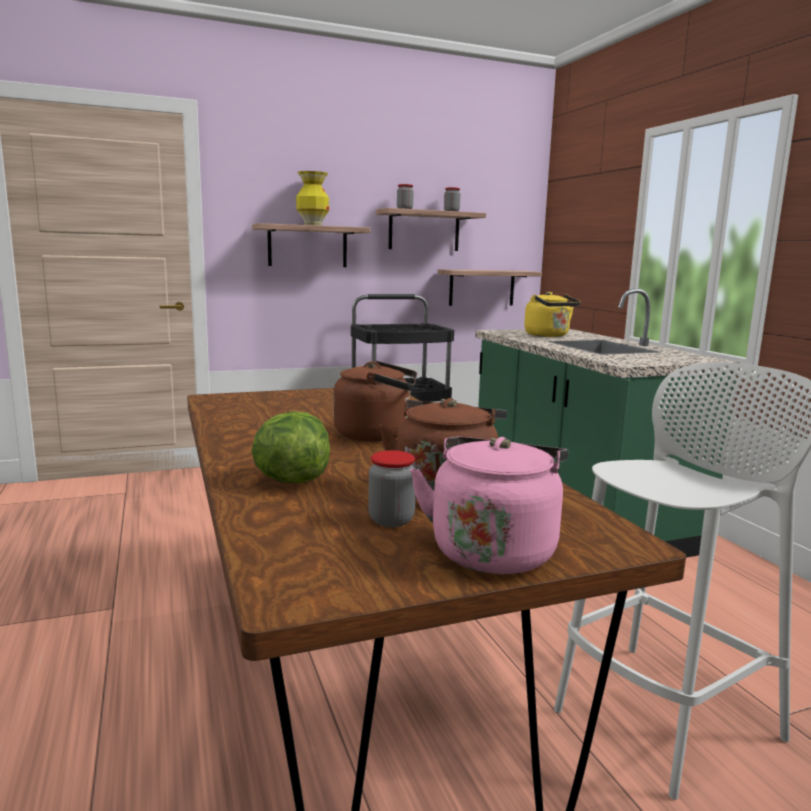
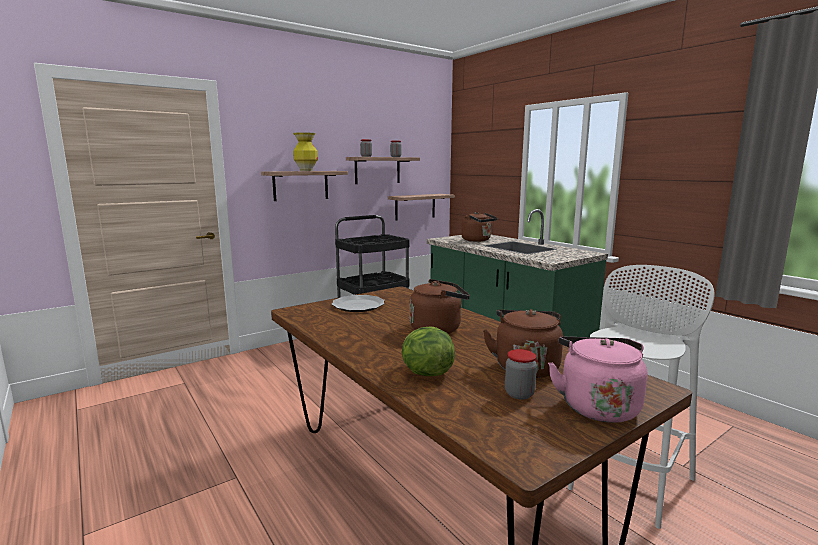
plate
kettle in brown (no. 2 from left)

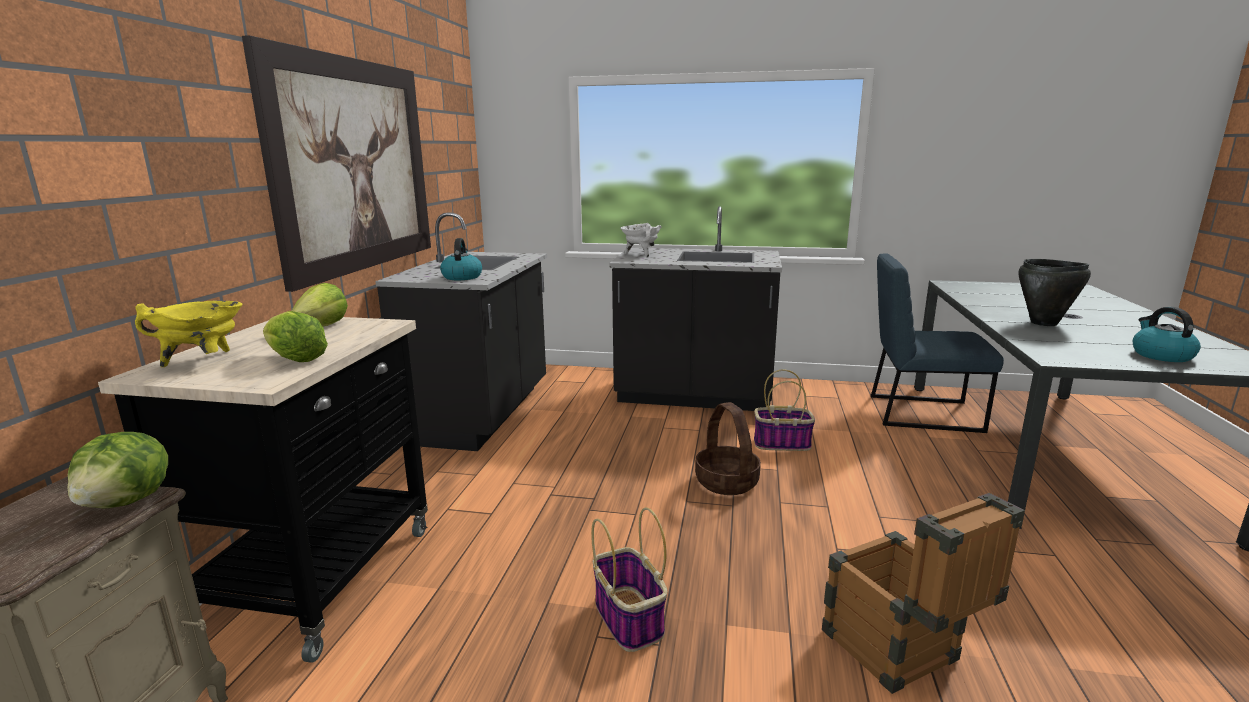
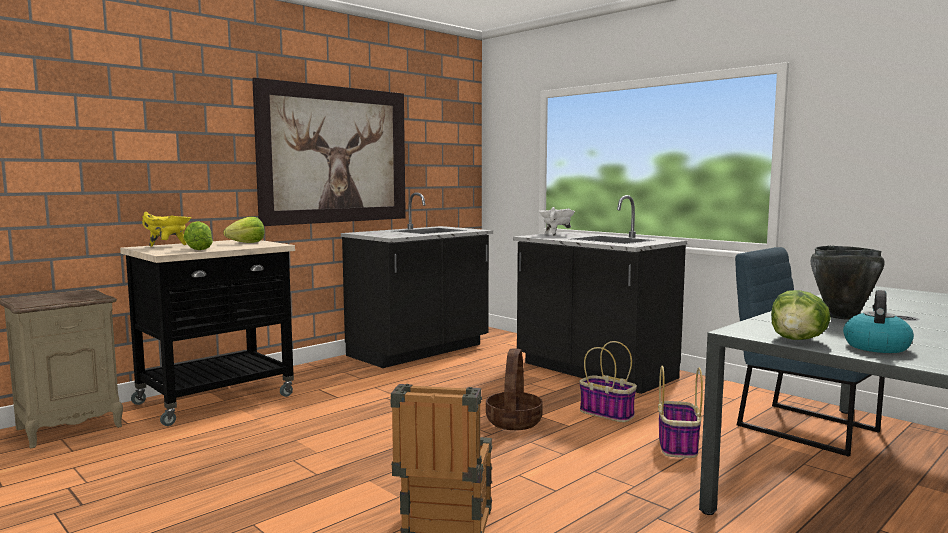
basket (no. 3 from left)
lettuce (no. 3 from left)
kettle (no. 1 from left in the first image)

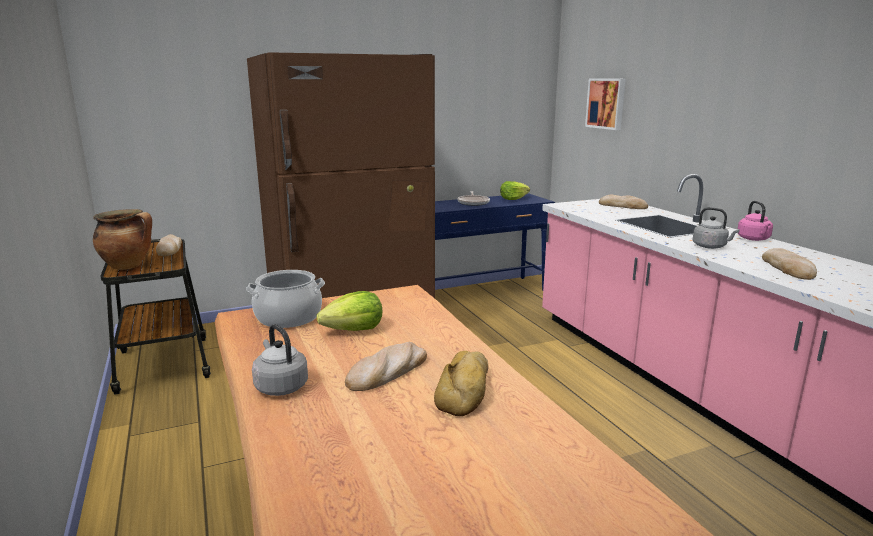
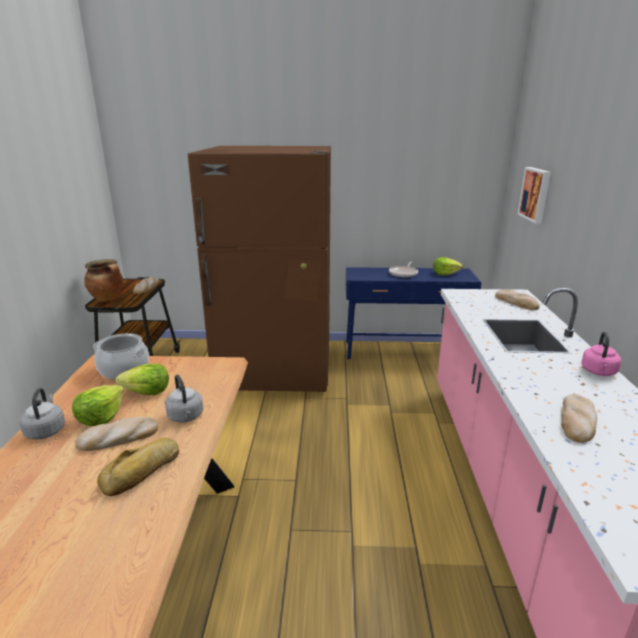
lettuce (no. 1 from left)
kettle in grey (no. 2 from left)

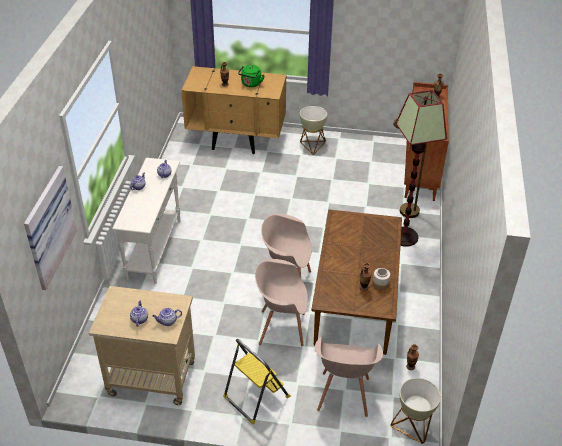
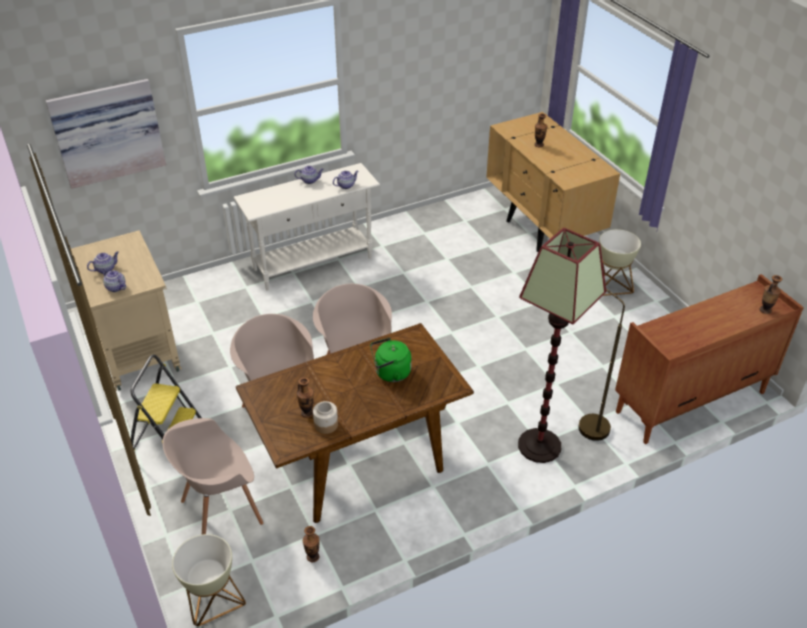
kettle in green

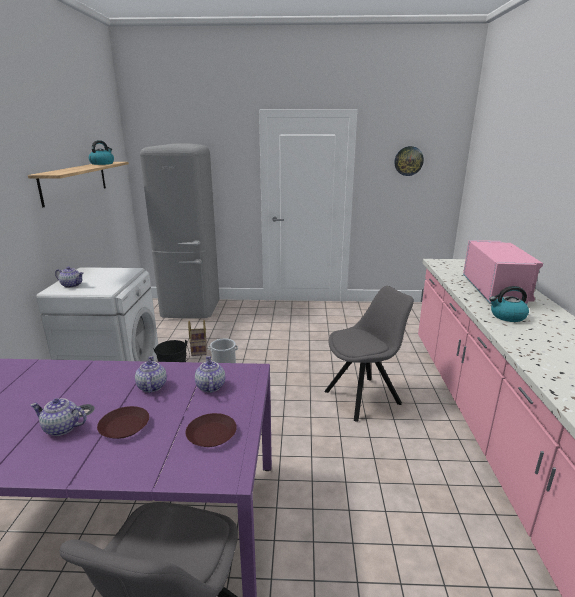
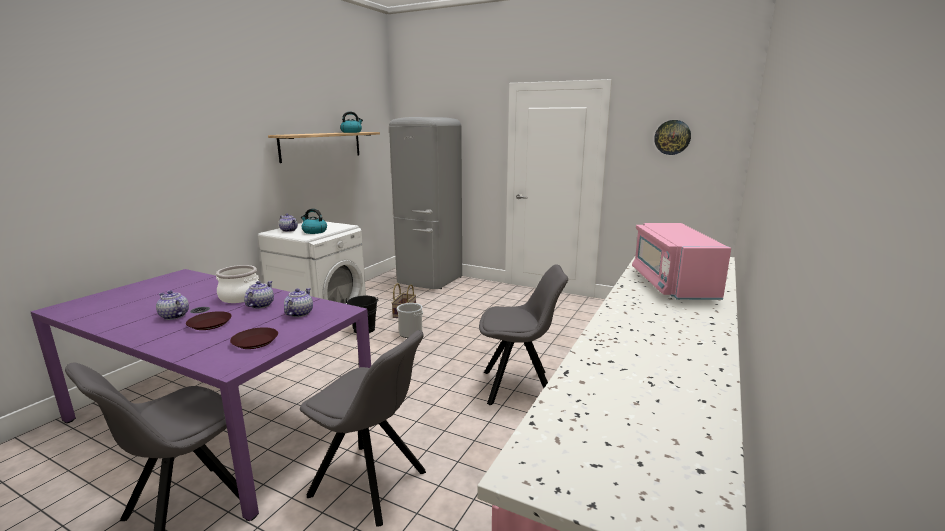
cooking pot
chair in grey (no. 2 from left)
kettle (no. 1 from left)
microwave in pink

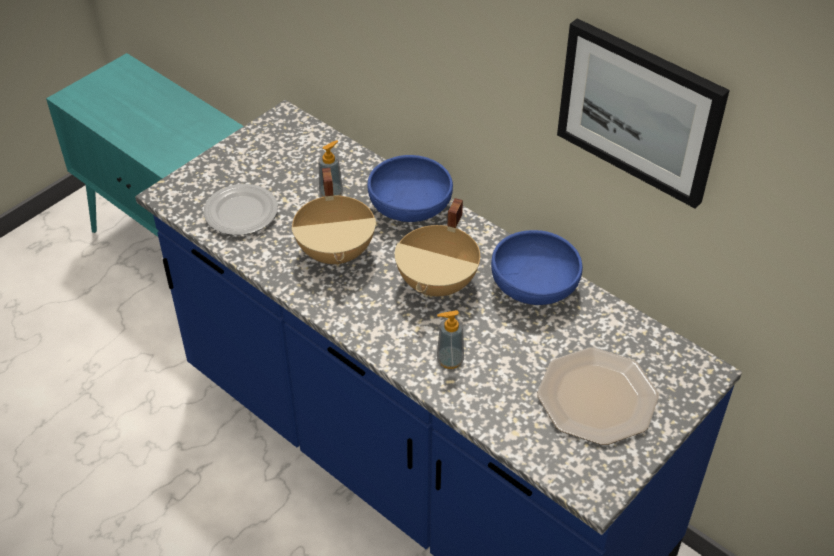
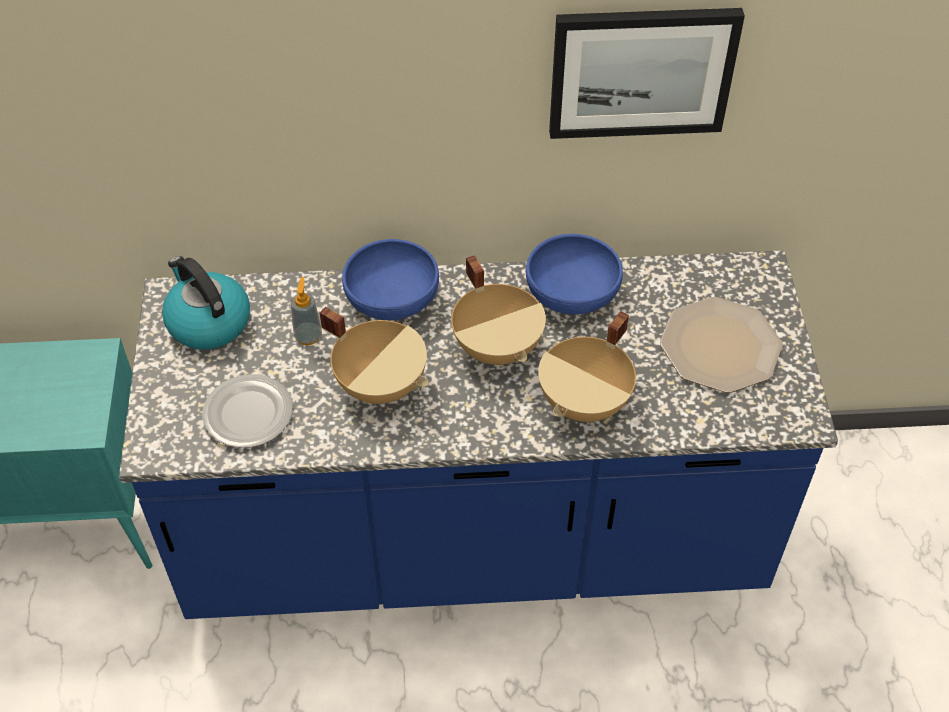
kettle
cooking pot in beige (no. 3 from left)

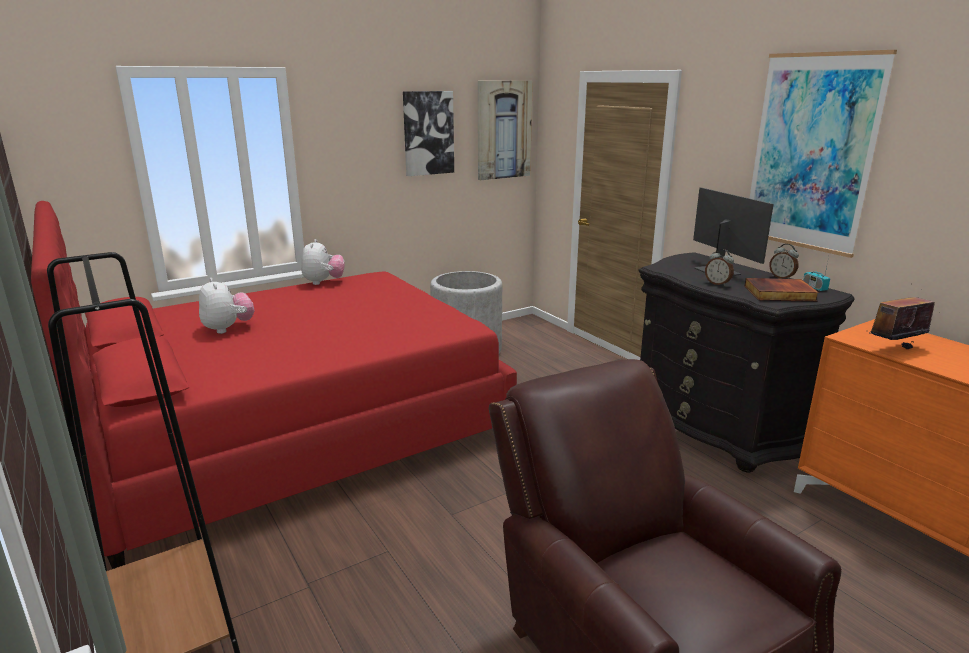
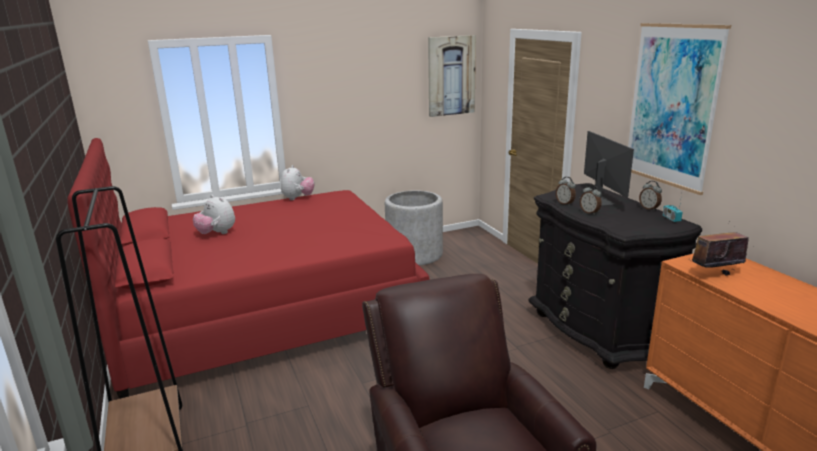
plush toy (no. 1 from left)
alarm clock (no. 1 from left)
picture (no. 1 from left in the first image)
book

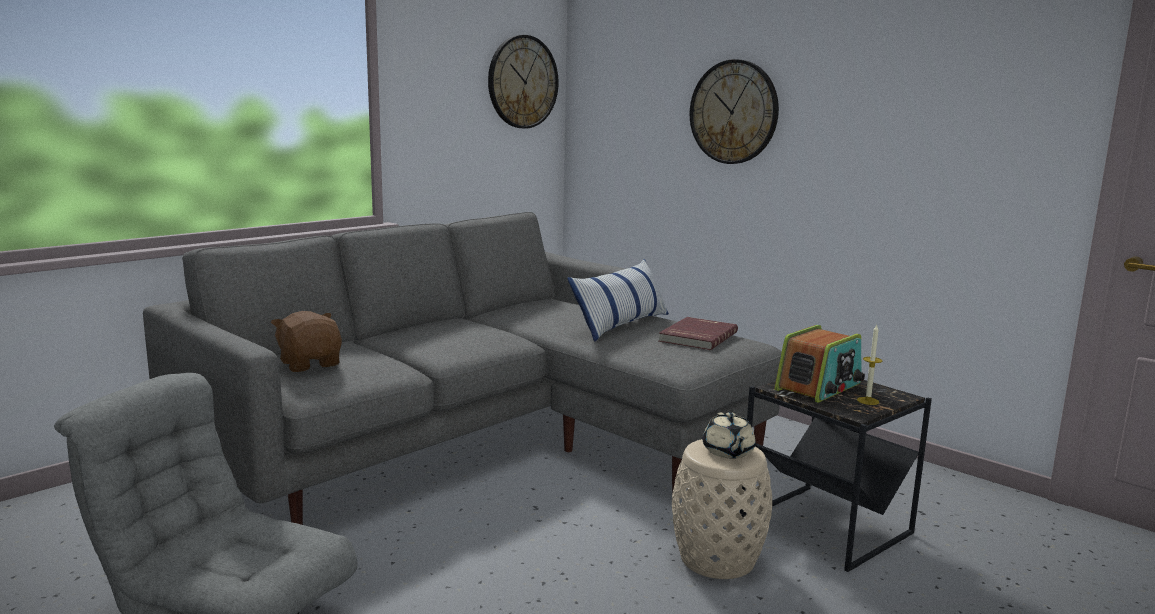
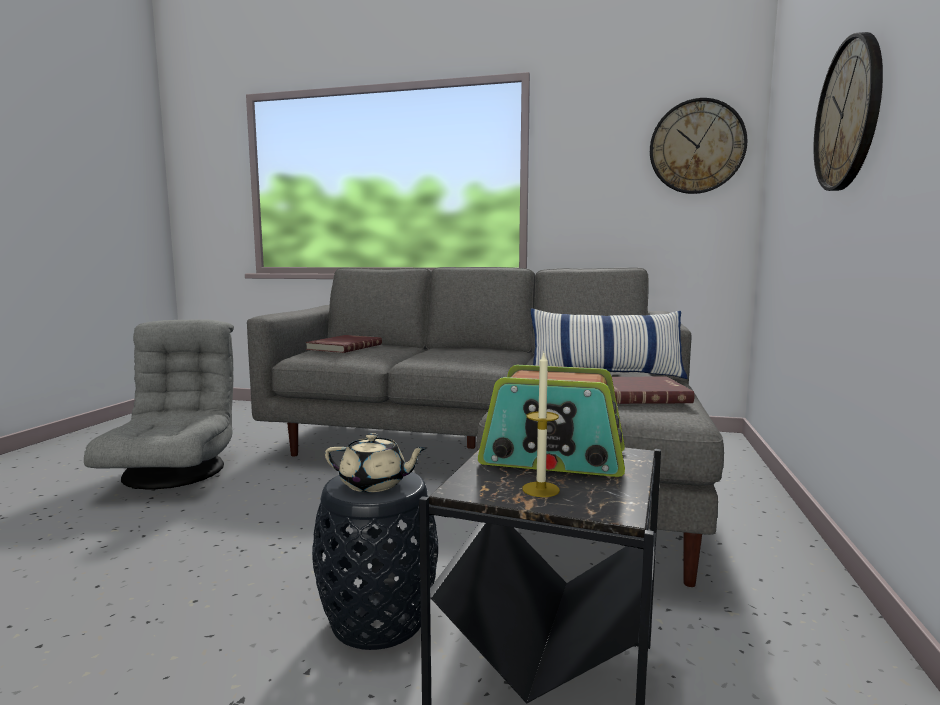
book in red (no. 1 from left)
stool in black
teapot in beige

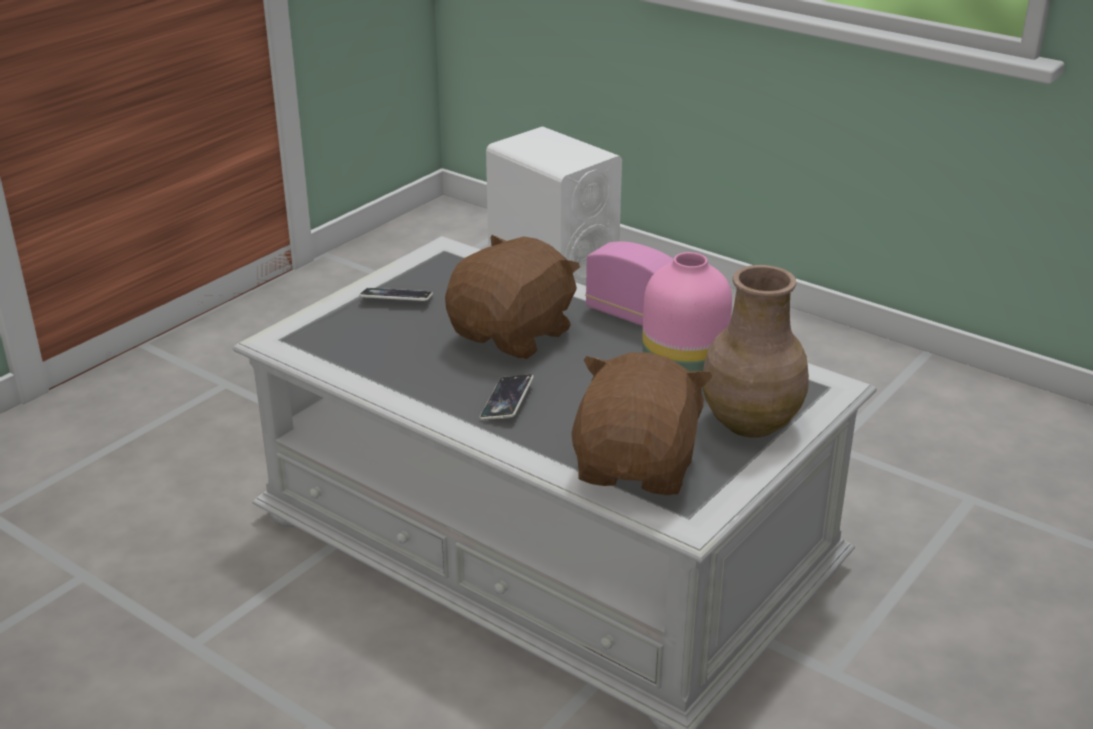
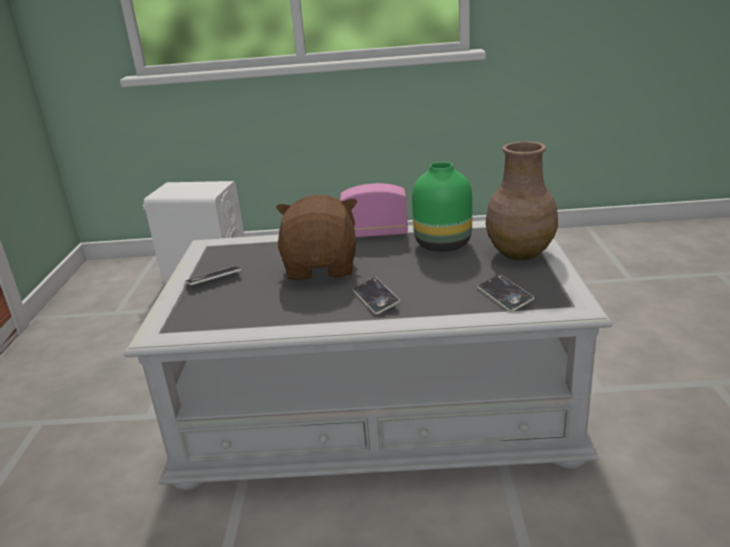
vase in green
phone (no. 3 from left)

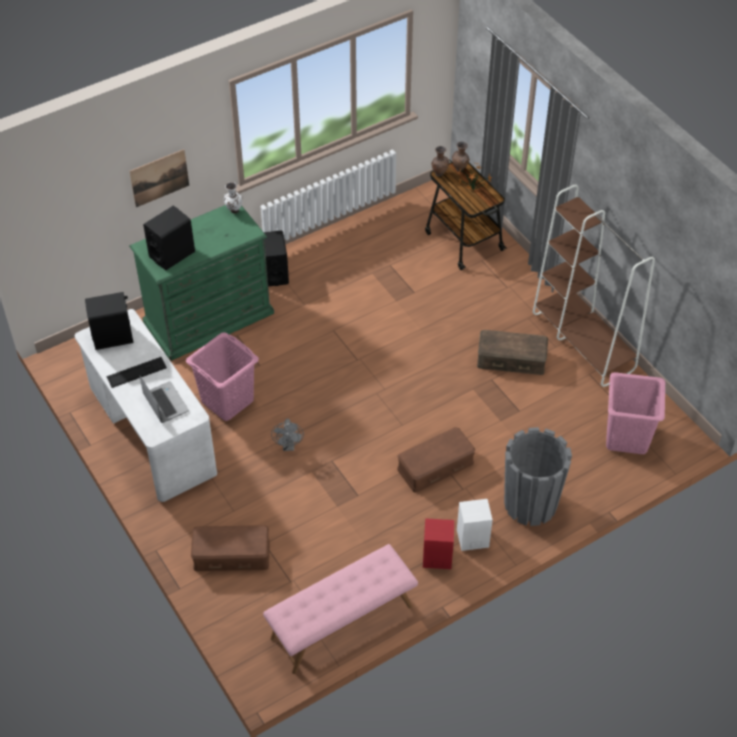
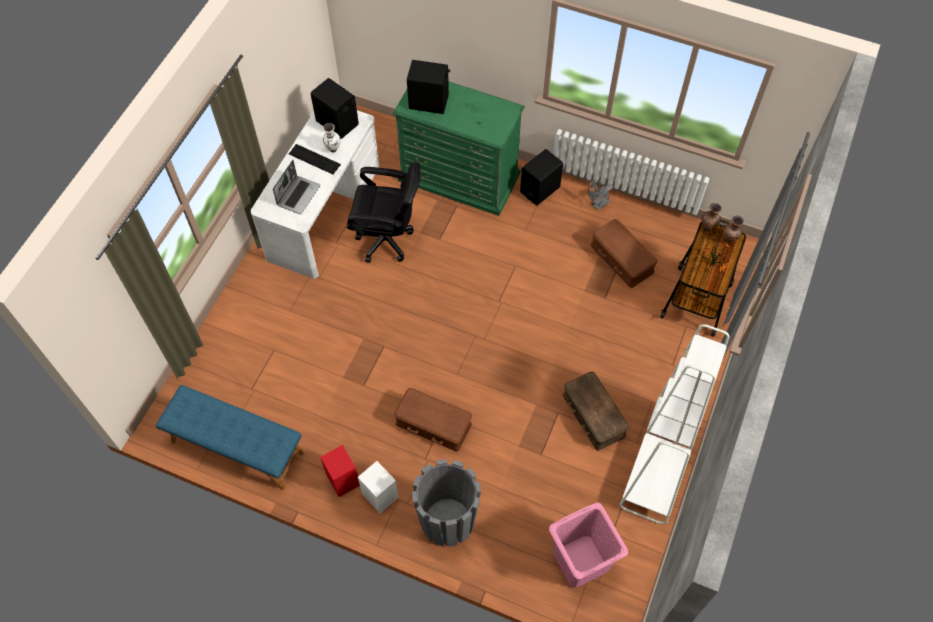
bench in blue
vase in white
office chair in black
fan in grey
storage box in brown (no. 3 from left)
clothes rack in white
picture

